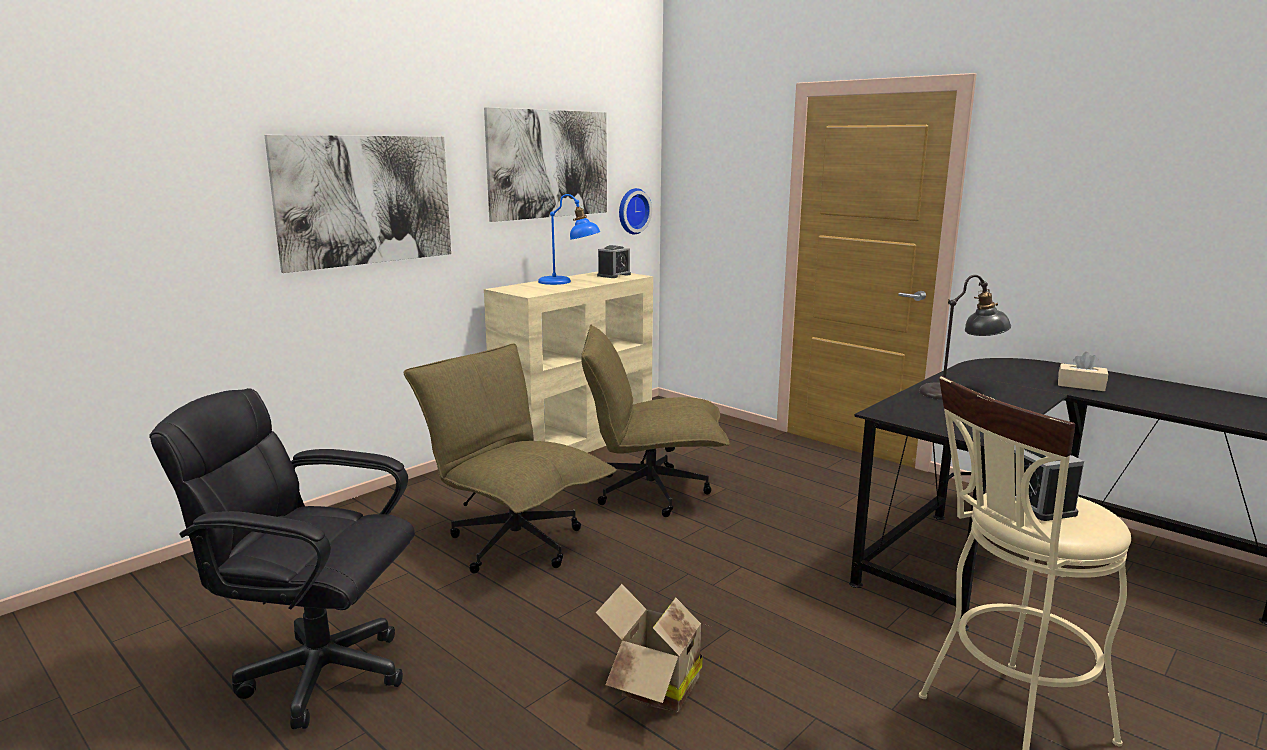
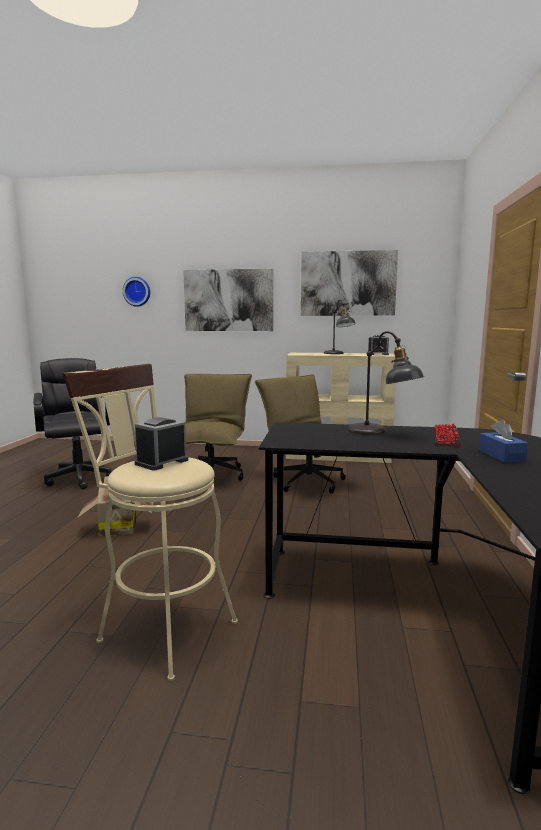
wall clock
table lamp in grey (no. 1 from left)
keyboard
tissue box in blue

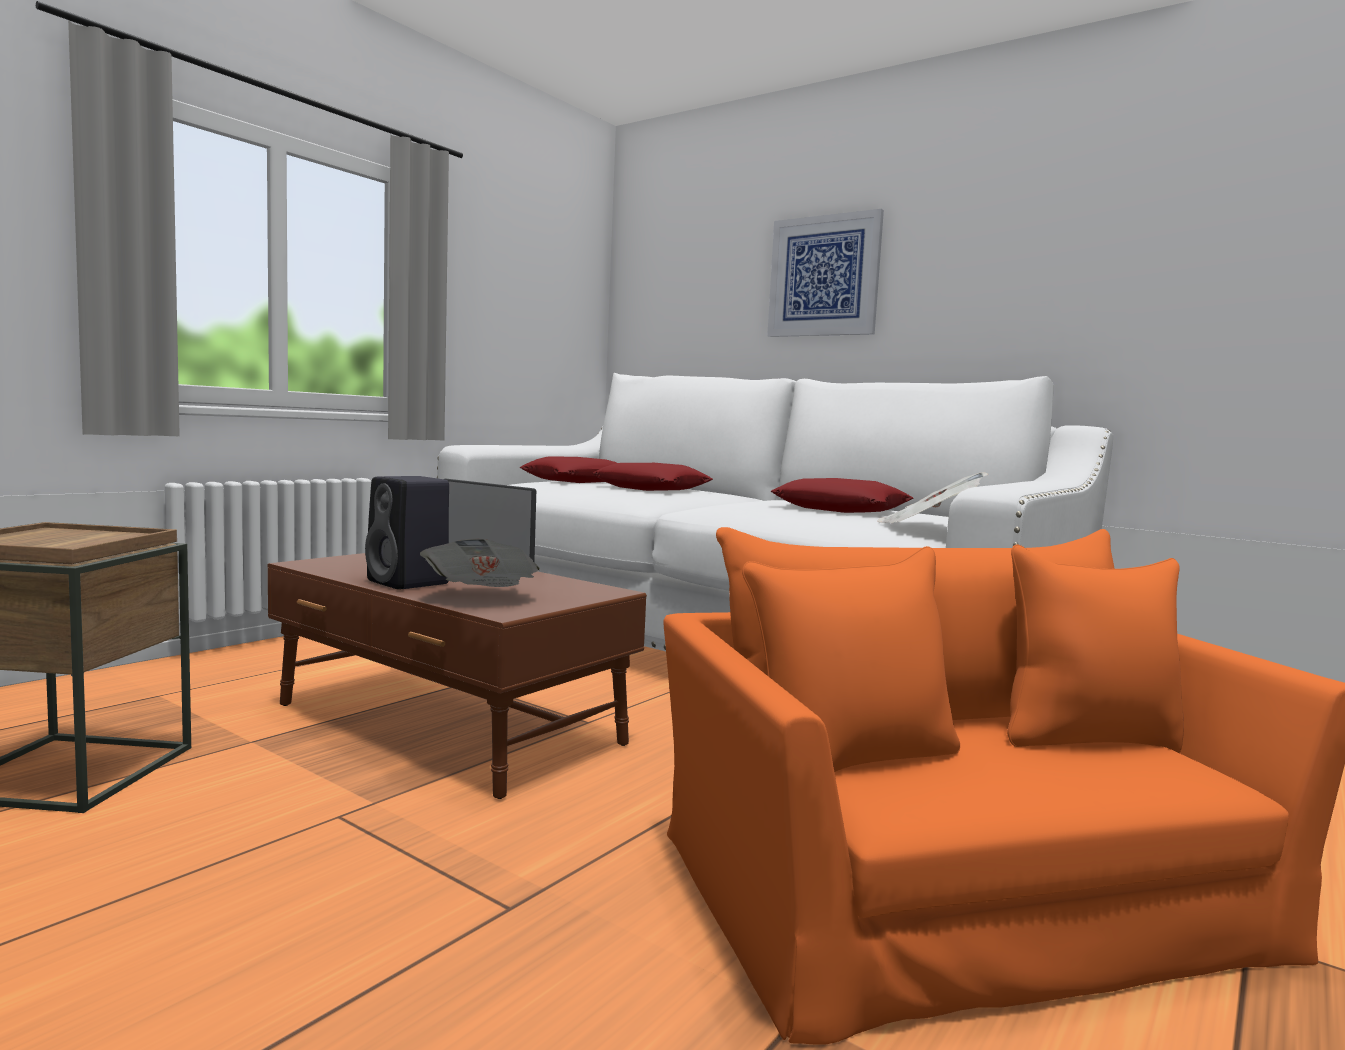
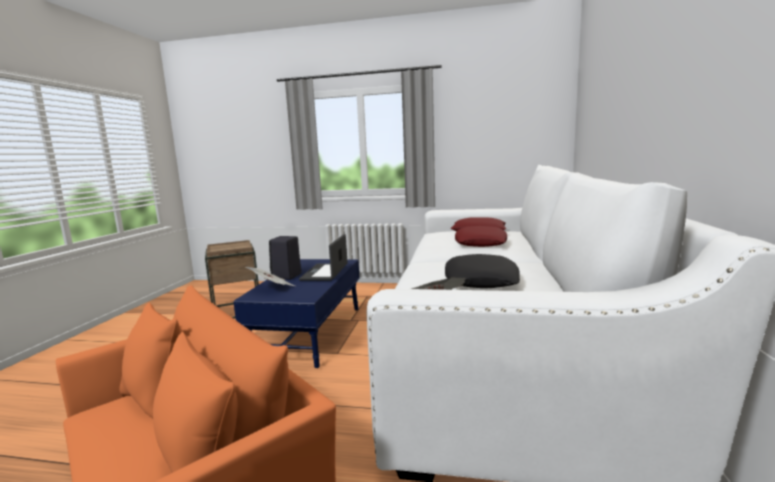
coffee table in blue
pillow in black
picture

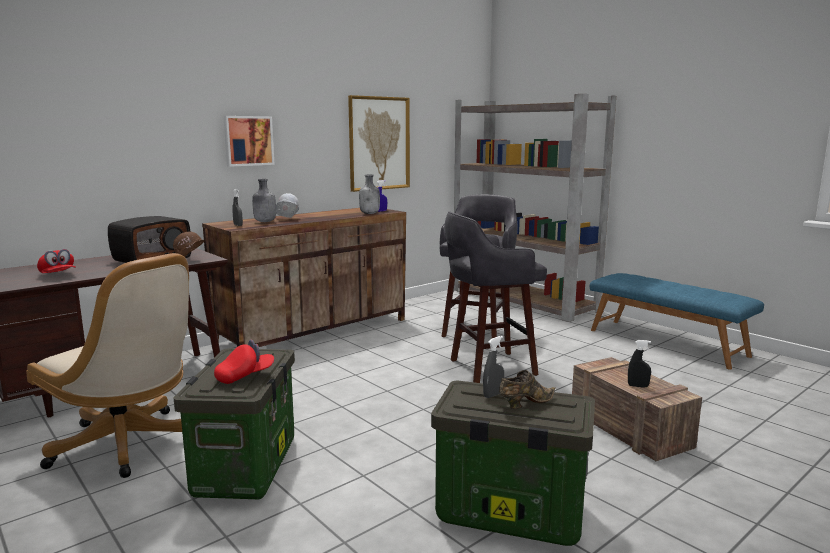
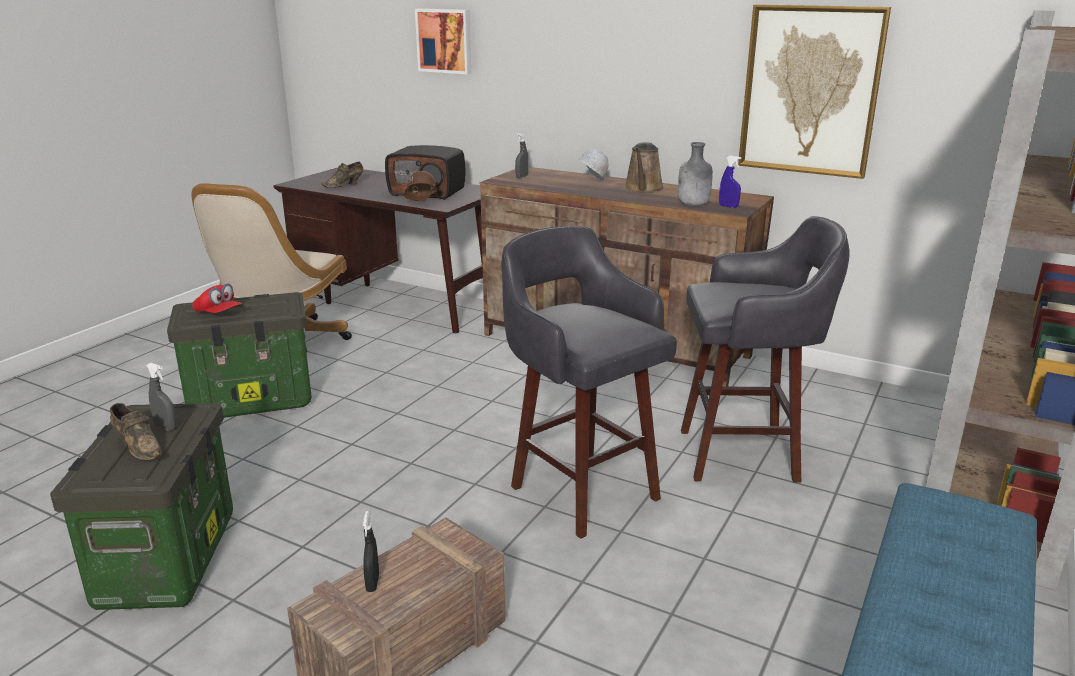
shoe in brown (no. 2 from left)
picture (no. 1 from left)
watering can in brown
bottle in grey (no. 1 from left in the first image)

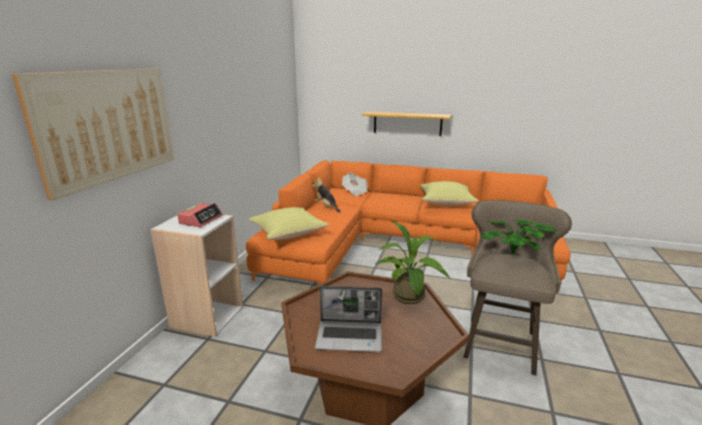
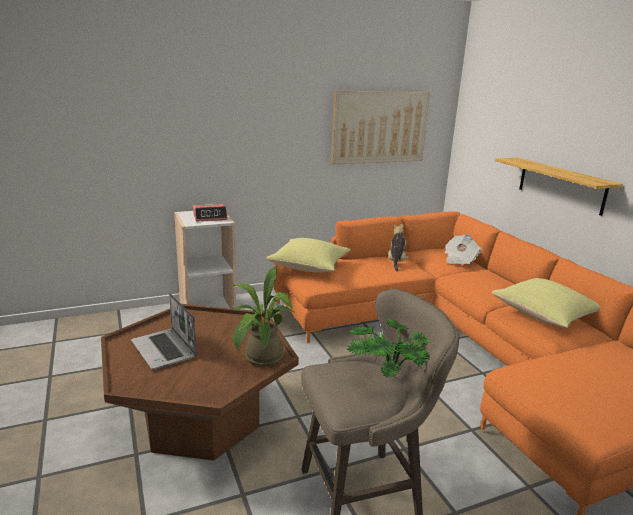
picture

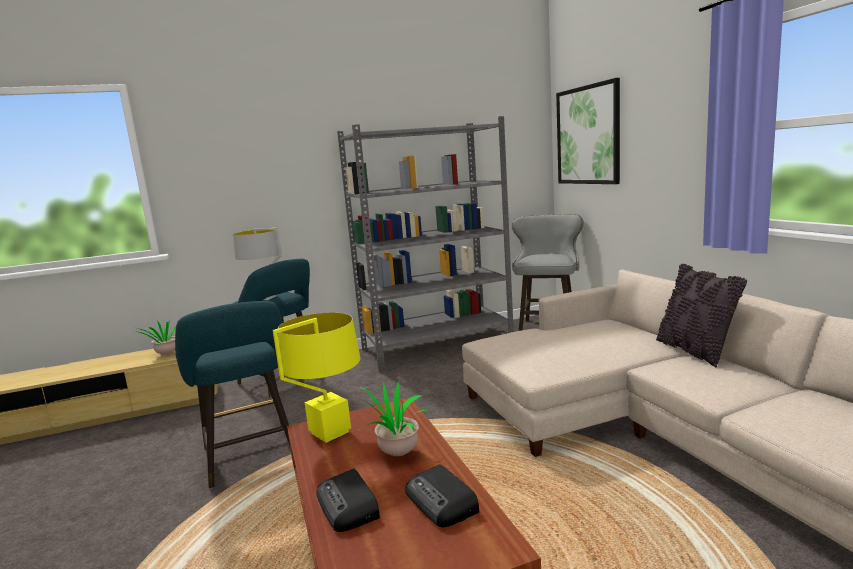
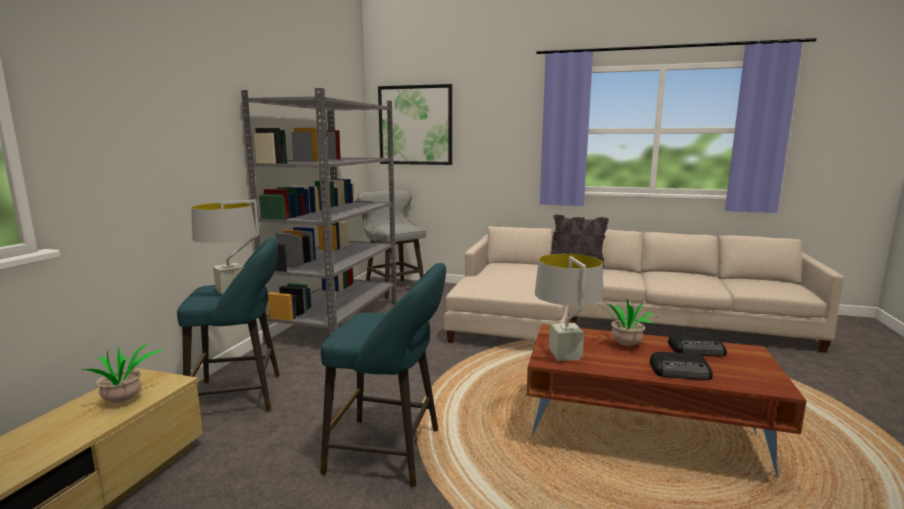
table lamp in grey (no. 2 from left)

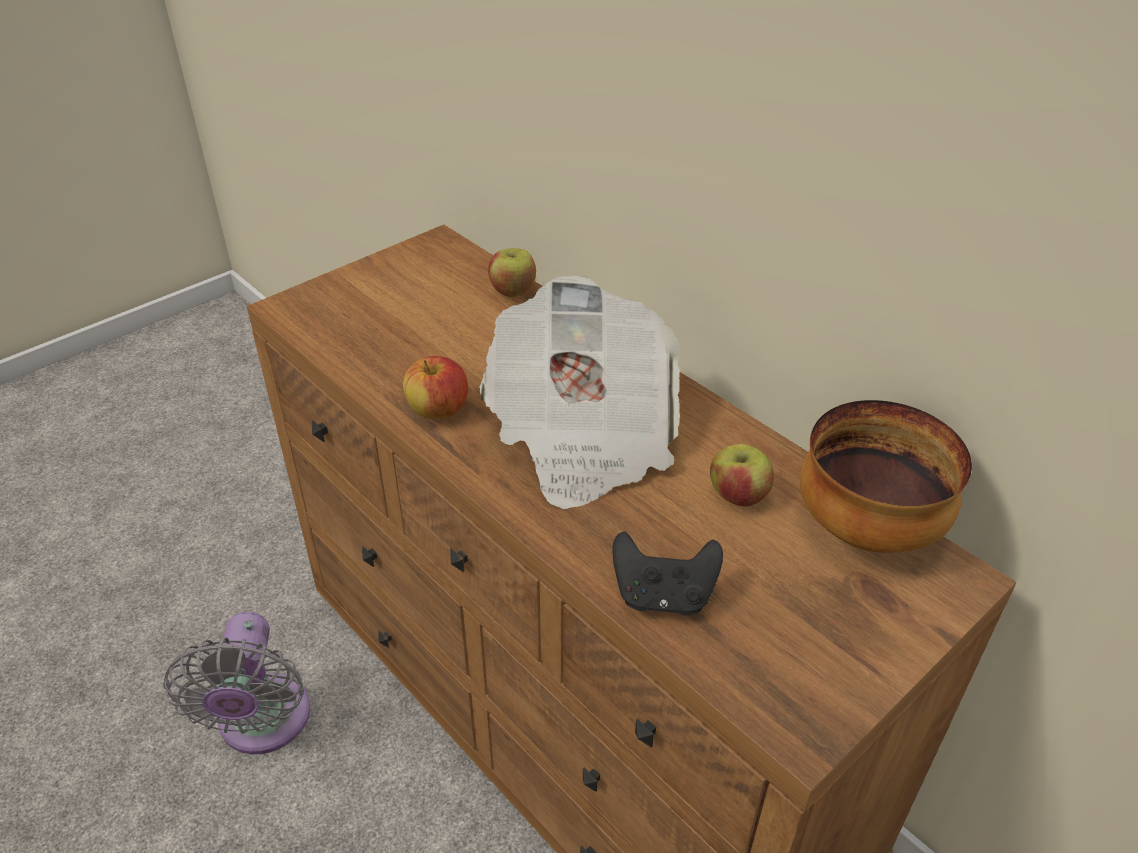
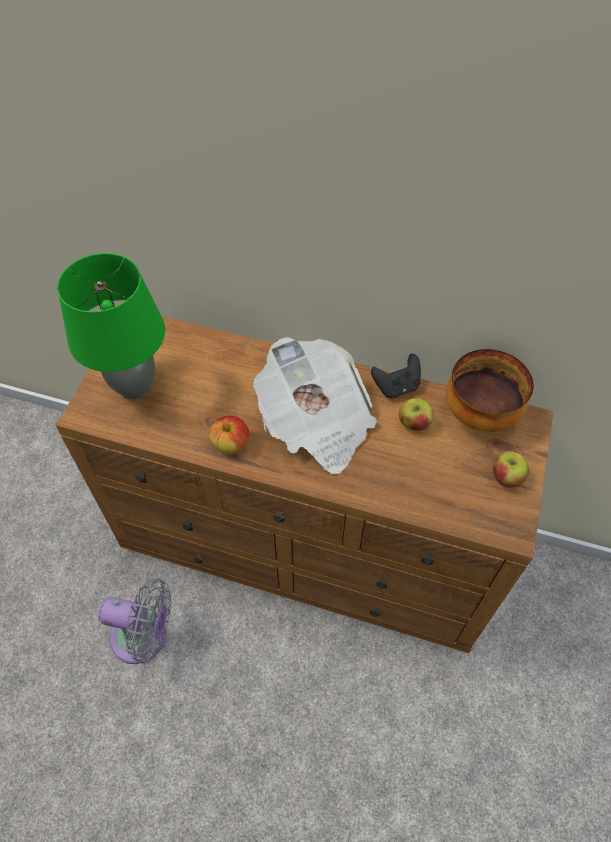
table lamp in green
fan in grey
game controller in black
apple (no. 3 from left)

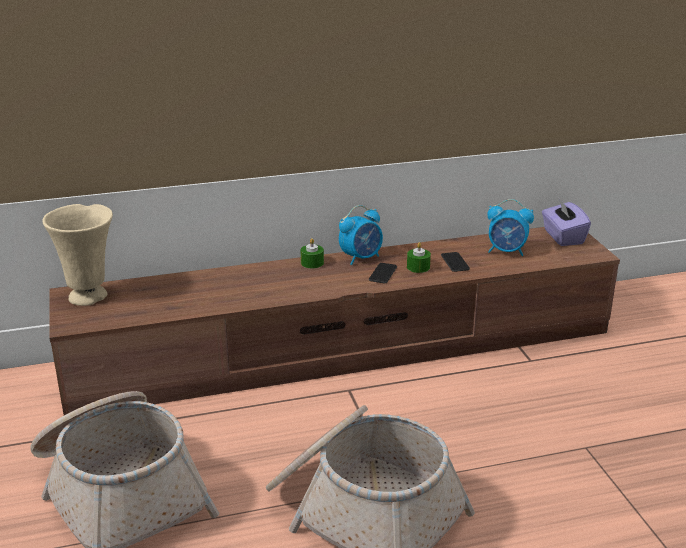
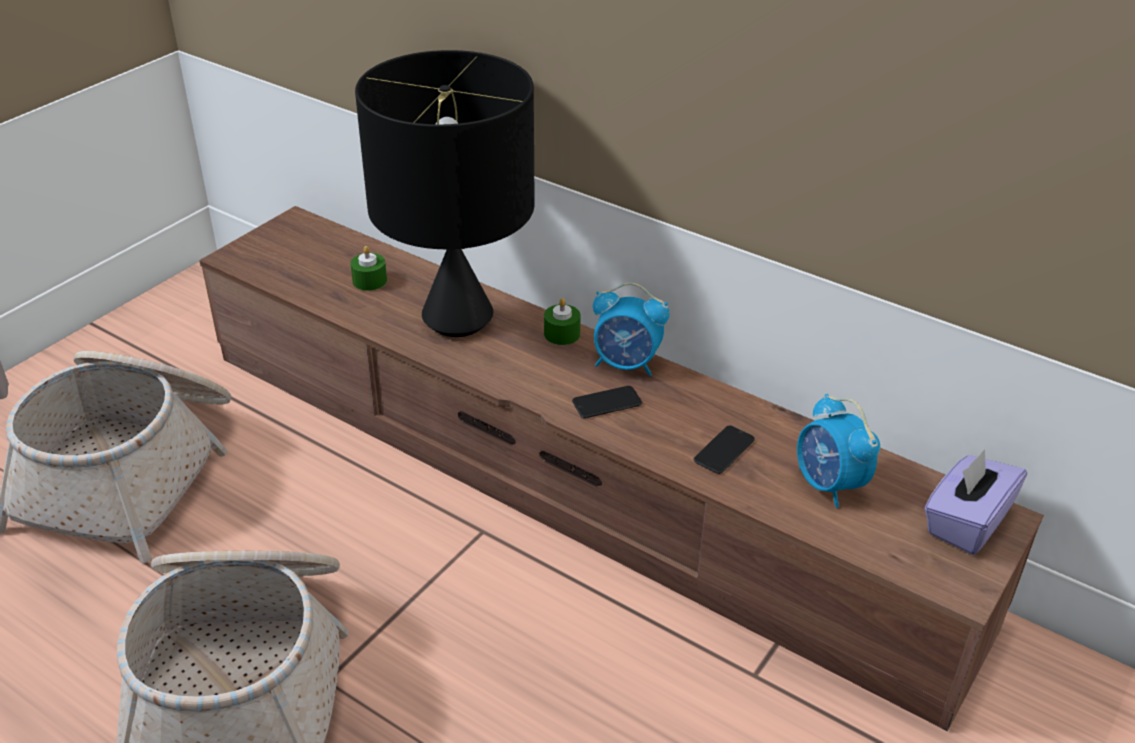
candle in green (no. 1 from left)
table lamp in black
vase in beige

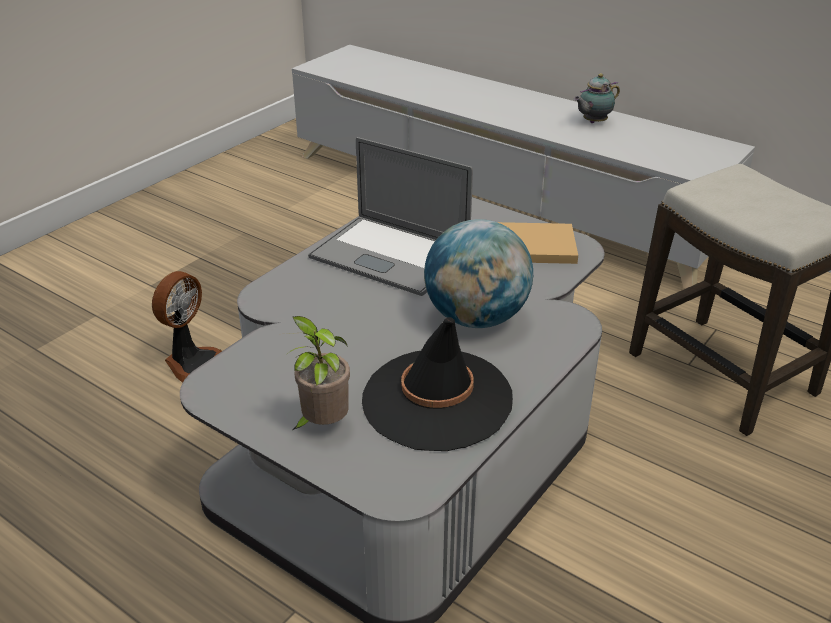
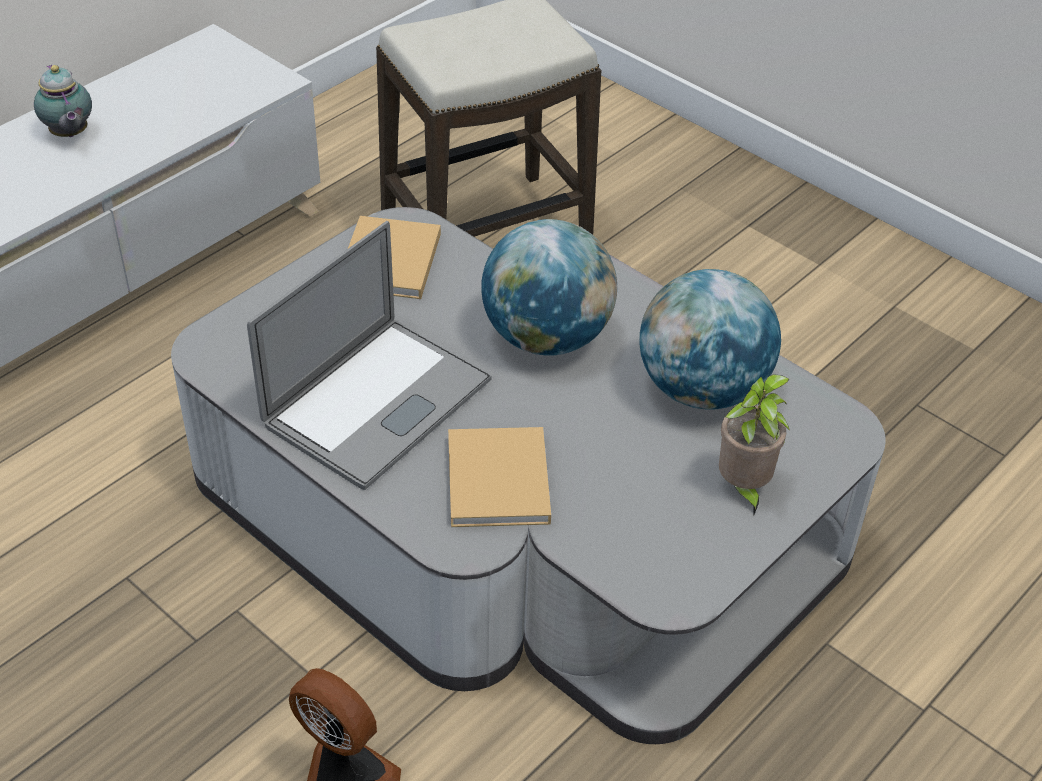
book in beige (no. 2 from left)
globe (no. 2 from left)

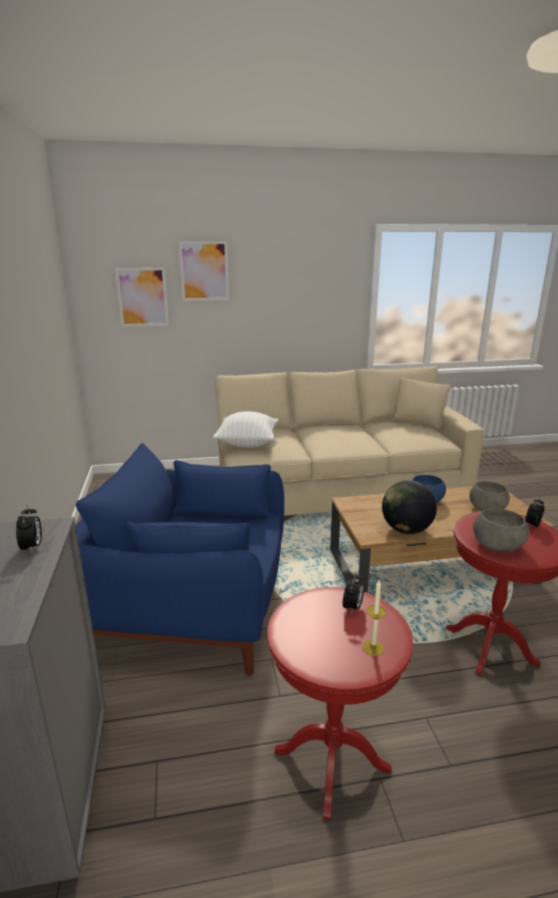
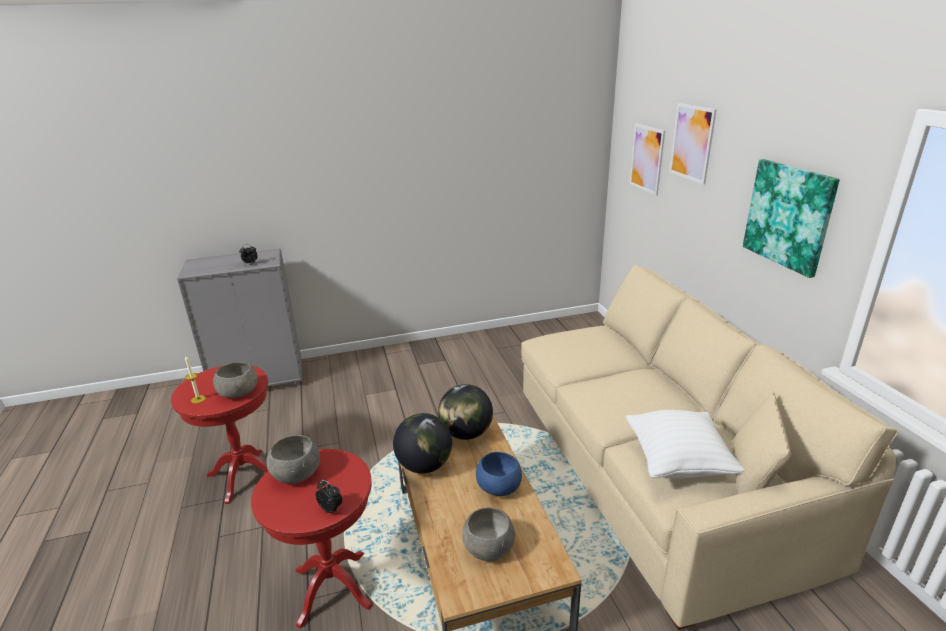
bowl in grey (no. 1 from left)
globe (no. 2 from left)
pillow in white
picture (no. 3 from left)
armchair in blue

